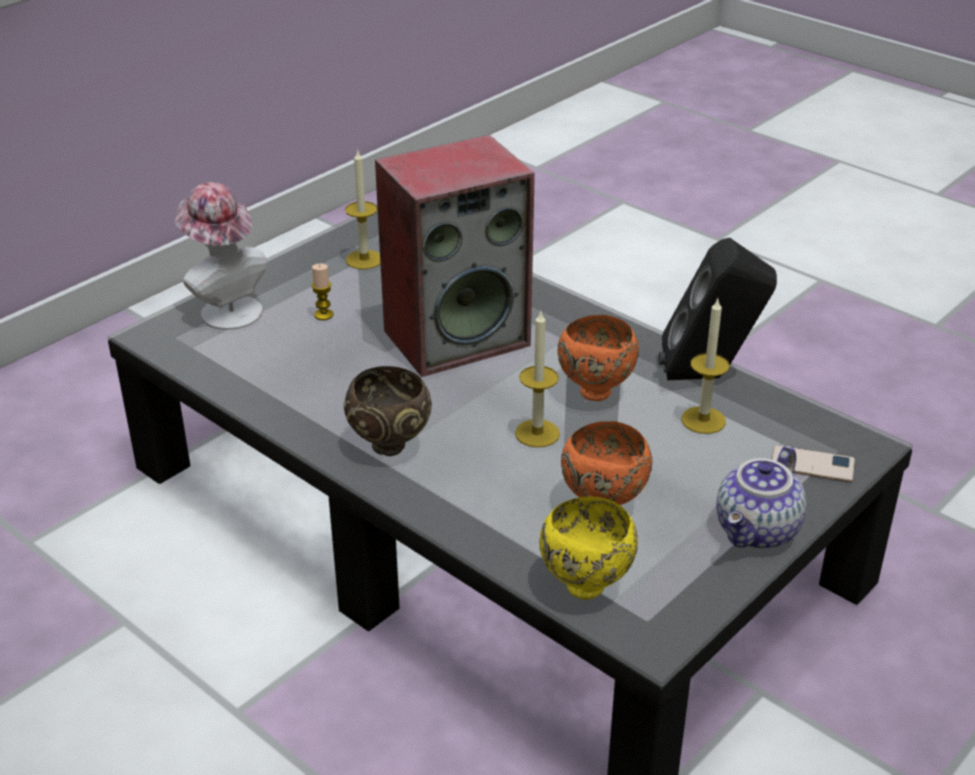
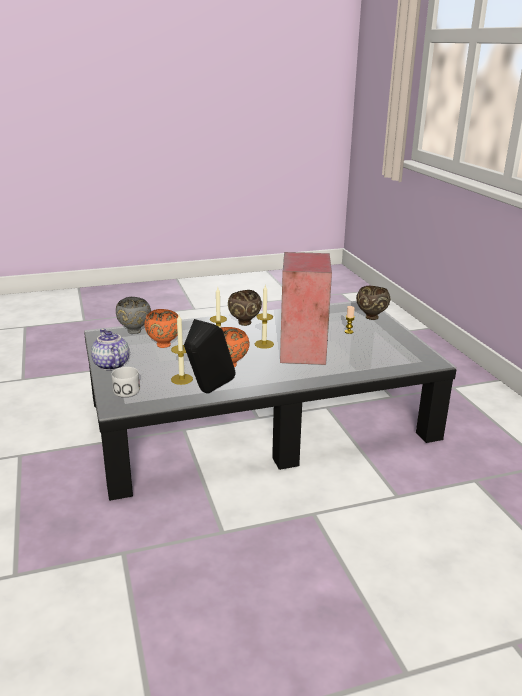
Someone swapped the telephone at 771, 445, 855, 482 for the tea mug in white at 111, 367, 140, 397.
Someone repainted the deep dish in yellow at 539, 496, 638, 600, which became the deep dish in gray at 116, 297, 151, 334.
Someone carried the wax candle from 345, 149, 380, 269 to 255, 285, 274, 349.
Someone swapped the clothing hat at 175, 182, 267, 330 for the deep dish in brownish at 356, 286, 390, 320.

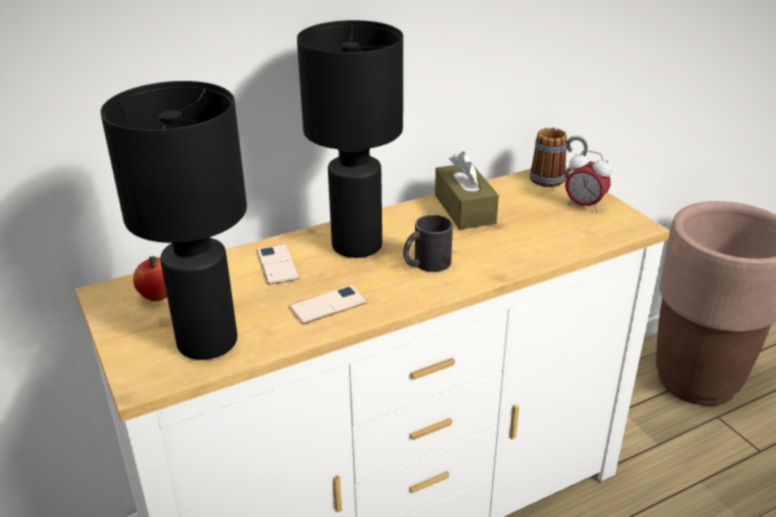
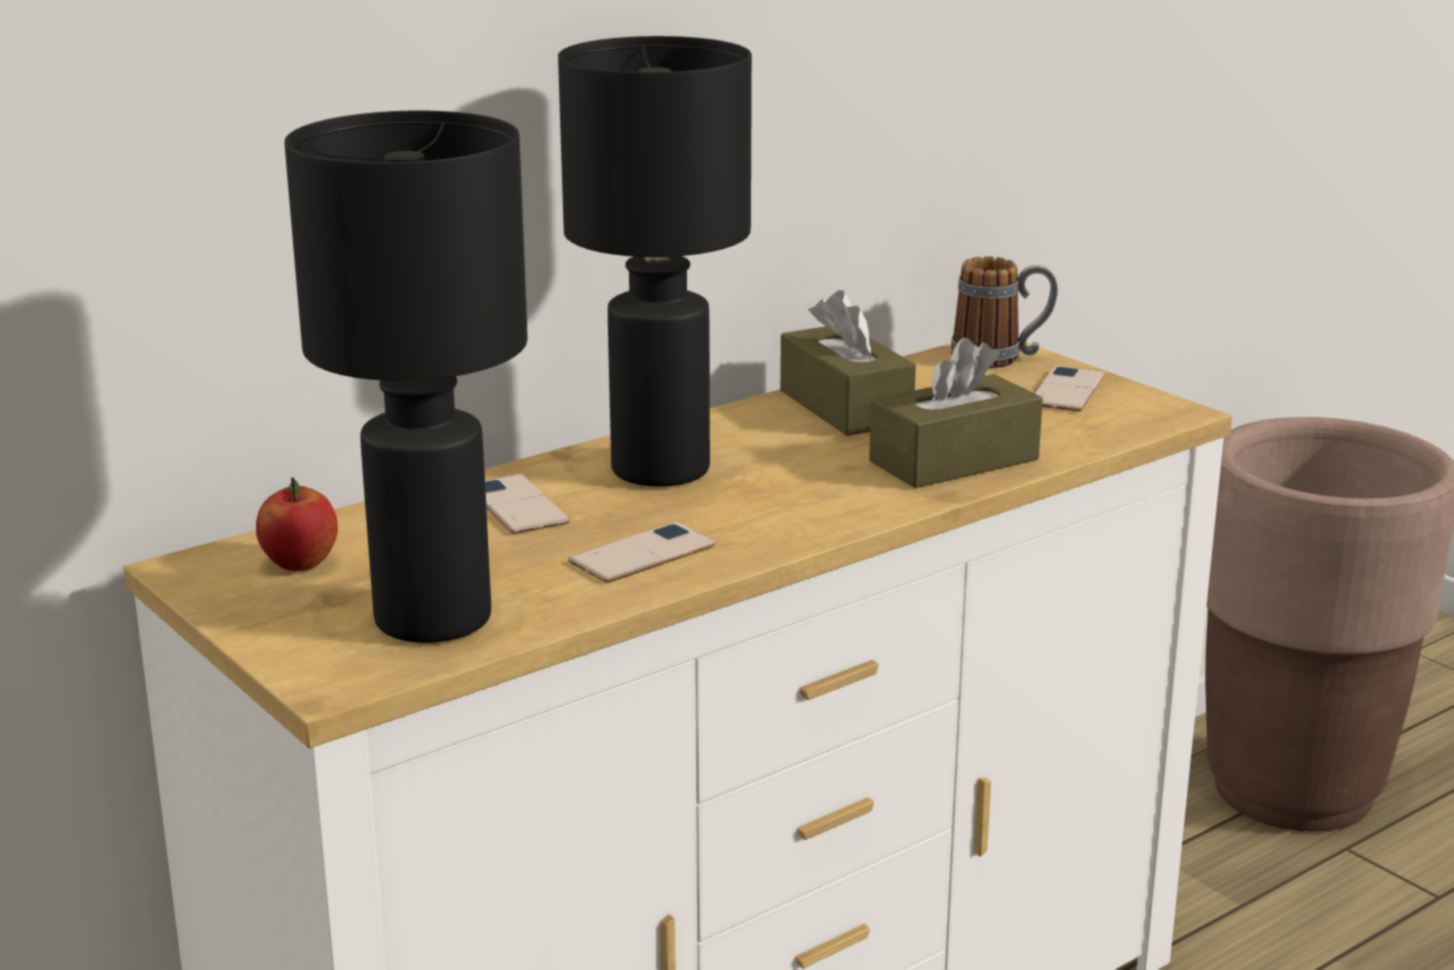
Someone put down the tissue holder in brownish at 869, 338, 1043, 488.
Someone swapped the table clock at 565, 150, 612, 212 for the telephone at 1034, 366, 1105, 411.
Someone took away the tea mug in black-coloured at 403, 214, 453, 272.

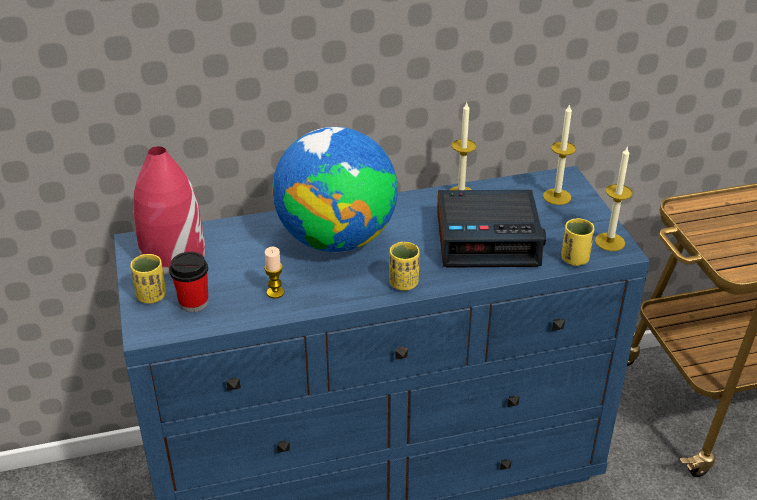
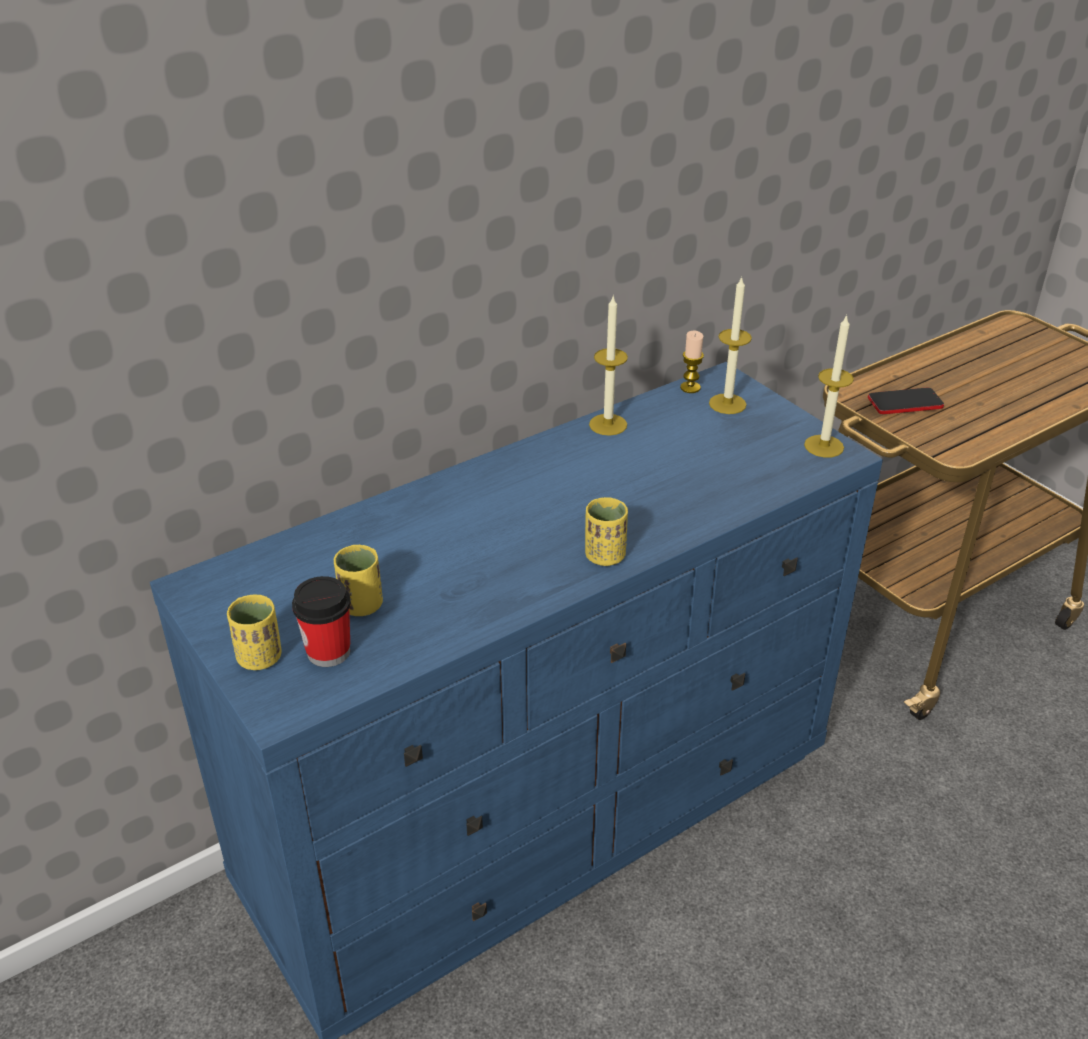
Someone carried the small cup in yellow from 561, 218, 594, 266 to 334, 545, 383, 616.
Someone carried the wax candle from 264, 247, 284, 298 to 680, 330, 704, 393.
Someone put down the telephone at 868, 388, 944, 414.
Someone took away the flower vase in reddish at 133, 146, 206, 275.
Someone took away the desk globe at 272, 127, 398, 252.
Someone took away the table clock at 437, 190, 546, 268.

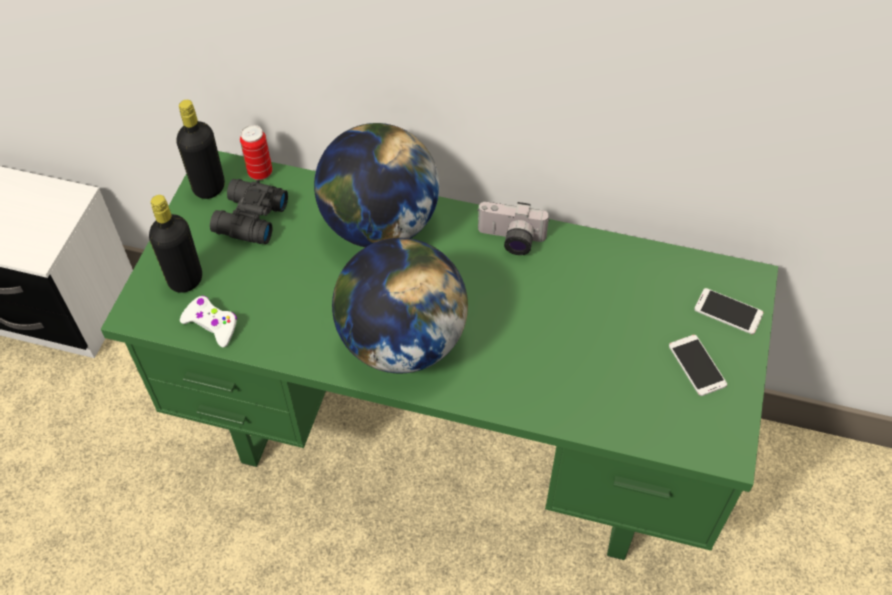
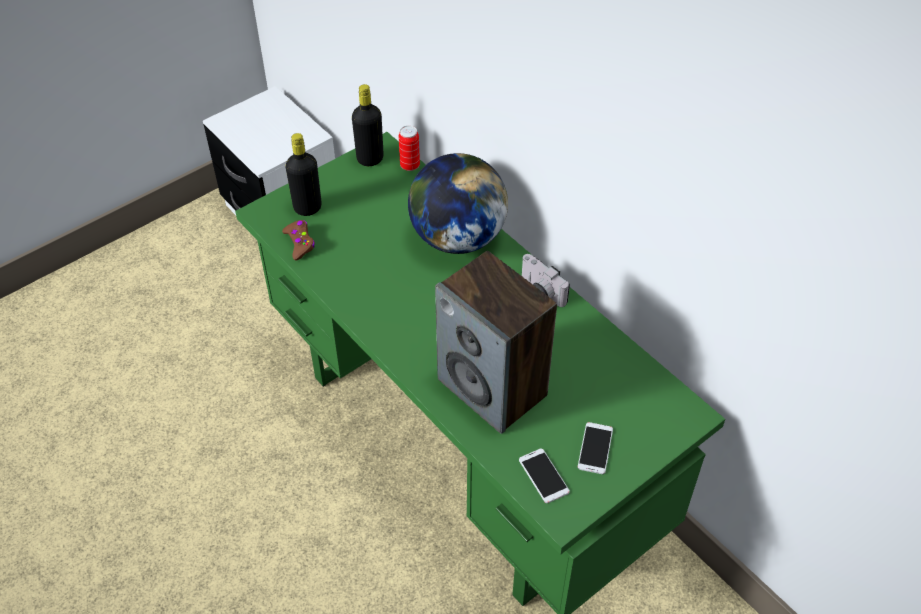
Someone repainted the gamepad in white at 180, 296, 237, 347, which became the gamepad in brownish at 282, 220, 315, 260.
Someone put down the speaker at 435, 251, 557, 434.
Someone carried the telephone from 694, 288, 763, 334 to 519, 449, 570, 503.
Someone took away the binoculars in black-coloured at 210, 179, 288, 244.
Someone took away the desk globe at 332, 238, 468, 373.

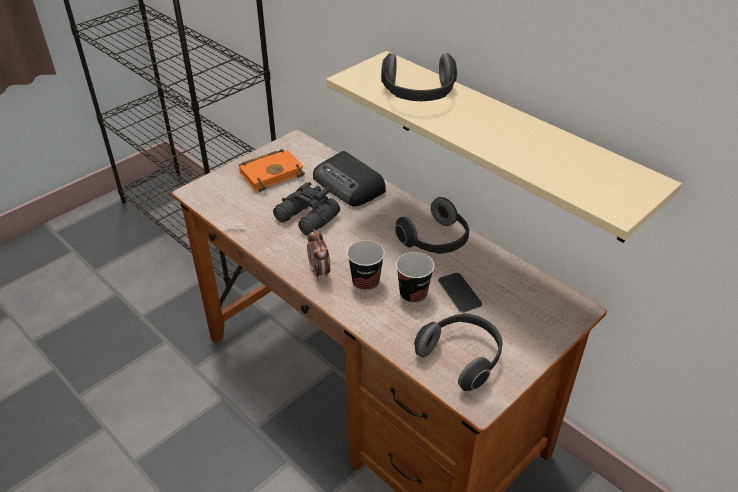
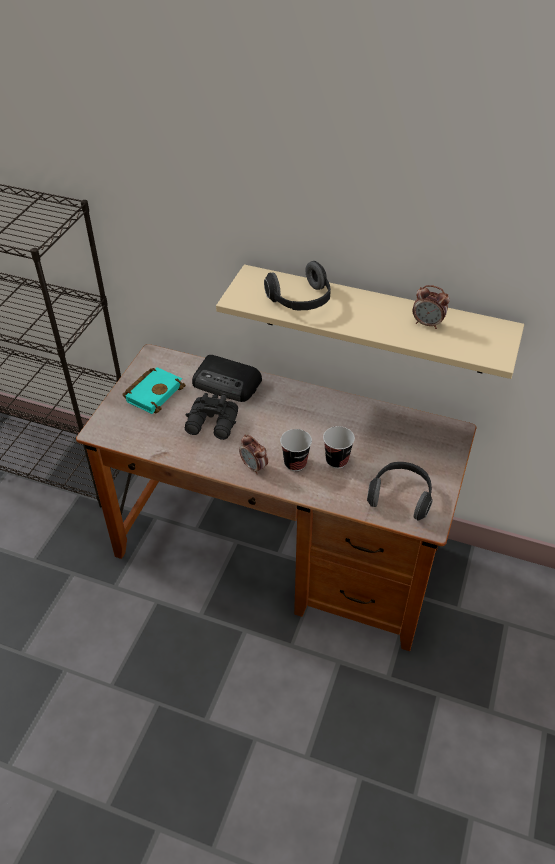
Someone repainted the book in orange at 239, 149, 305, 192, which became the book in blue-green at 122, 367, 186, 414.
Someone put down the table clock at 413, 285, 450, 329.
Someone took away the pair of headphones at 395, 197, 469, 254.
Someone took away the telephone at 438, 273, 482, 313.

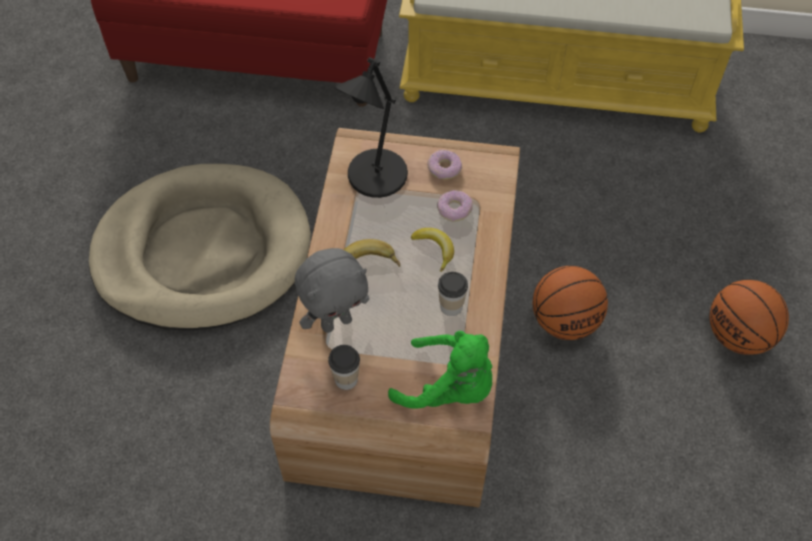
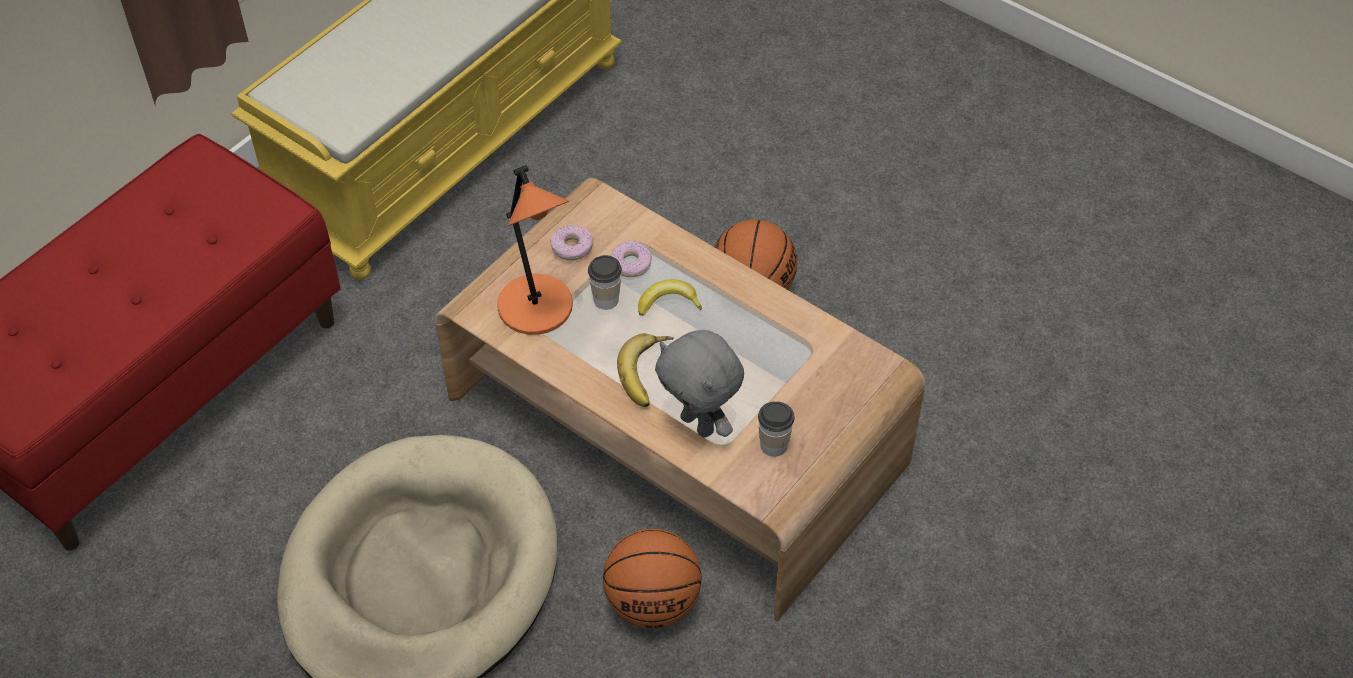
Someone repainted the table lamp in black-coloured at 334, 57, 408, 198, which became the table lamp in orange at 498, 165, 573, 335.
Someone carried the small cup from 438, 272, 468, 316 to 588, 255, 622, 310.
Someone carried the ball for basketball from 710, 280, 789, 355 to 603, 529, 701, 628.
Someone rotated the soft toy in gray at 295, 248, 370, 333 by 135 degrees clockwise.
Someone took away the soft toy in greenish at 388, 331, 492, 409.

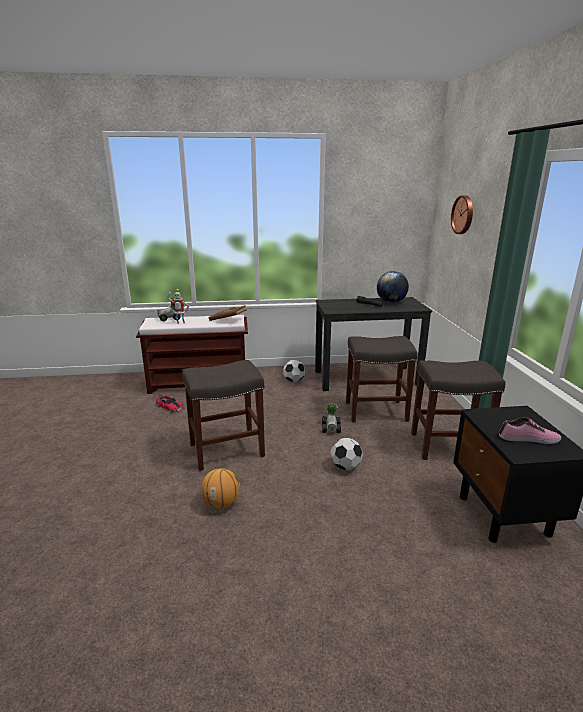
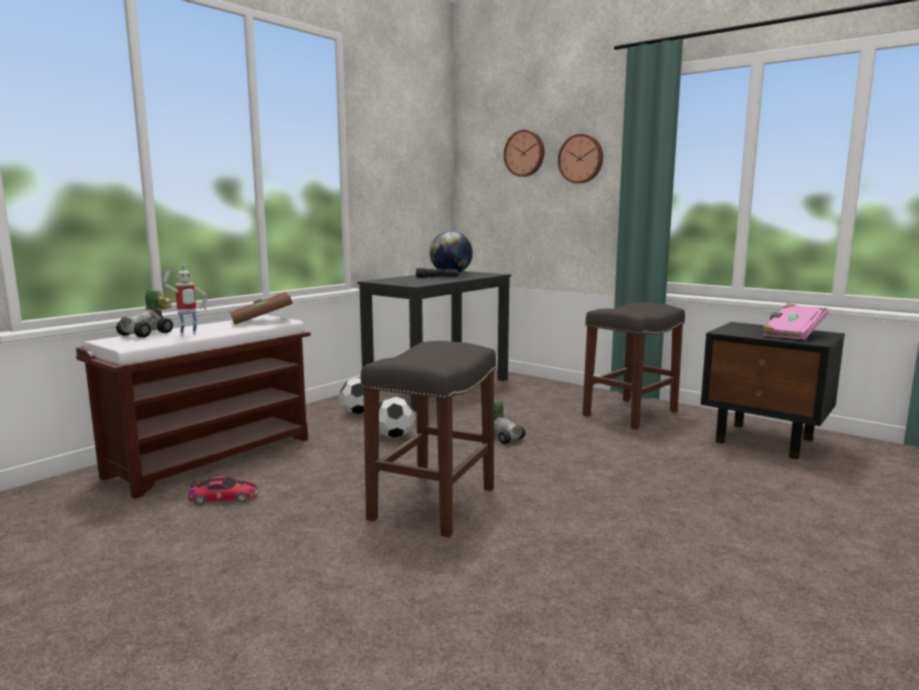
Someone carried the football ball from 330, 438, 363, 470 to 379, 397, 415, 438.
Someone put up the clock on the wall at 558, 134, 603, 184.
Someone swapped the low shoe at 499, 418, 561, 444 for the book in pink at 762, 303, 829, 340.
Someone took away the ball for basketball at 201, 468, 240, 509.
Someone took away the sitting stool in gray at 346, 336, 418, 422.

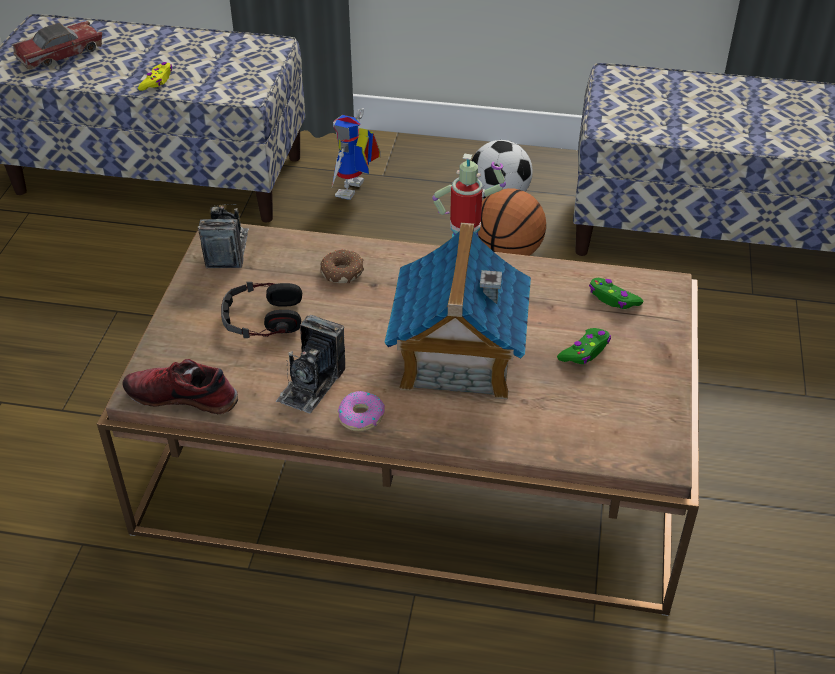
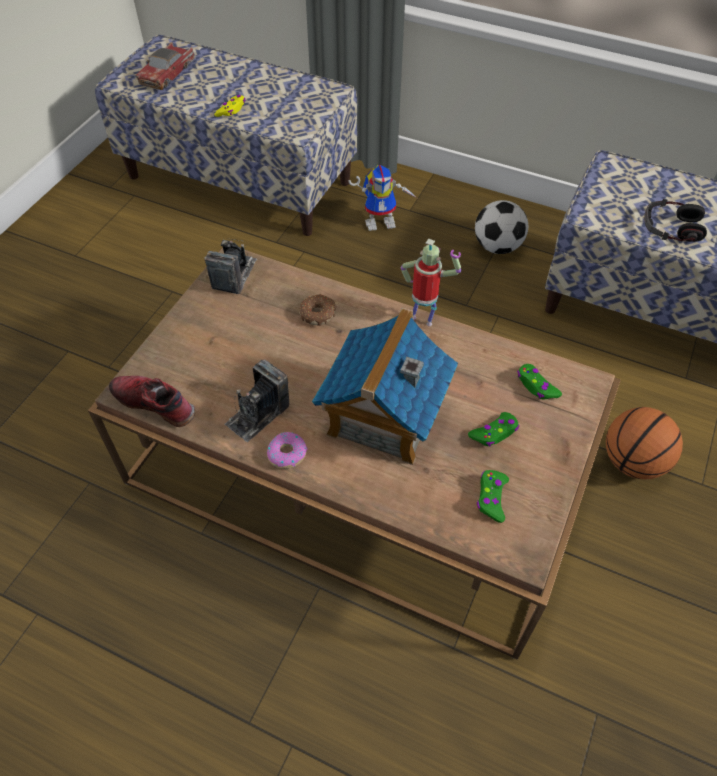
Someone rotated the toy car at 12, 21, 102, 69 by 135 degrees clockwise.
Someone rotated the model robot at 332, 108, 380, 200 by 135 degrees counterclockwise.
Someone put down the gamepad in greenish at 477, 470, 509, 523.
Someone carried the ball for basketball from 478, 188, 546, 256 to 606, 407, 683, 479.
Someone carried the pair of headphones from 221, 282, 302, 338 to 644, 199, 707, 242.

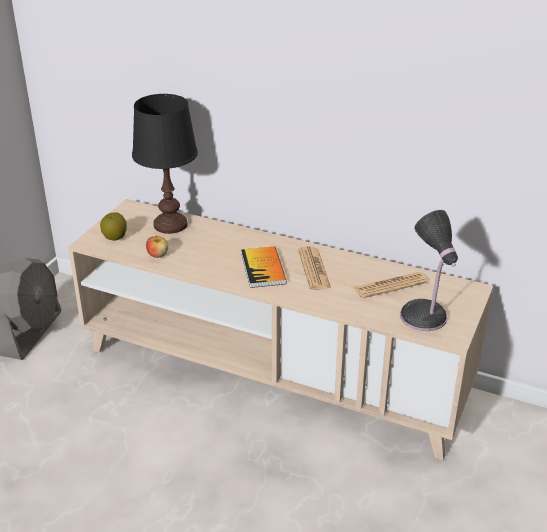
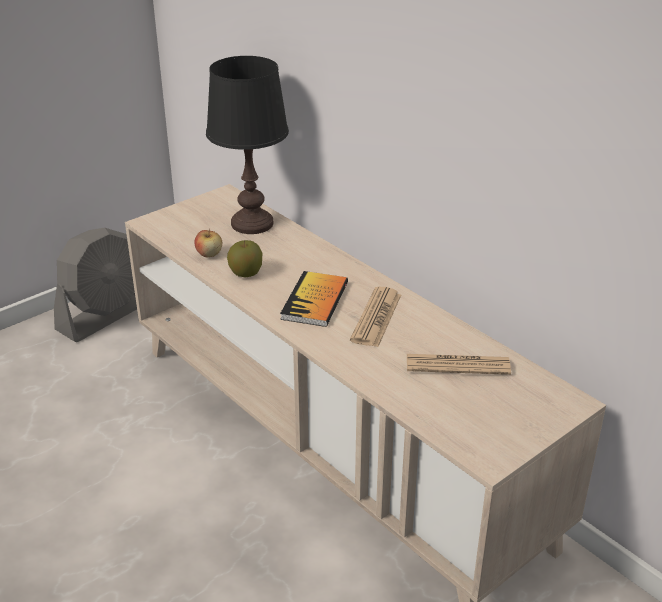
Someone carried the apple fruit from 100, 212, 127, 240 to 227, 240, 262, 277.
Someone took away the table lamp at 400, 210, 458, 331.

